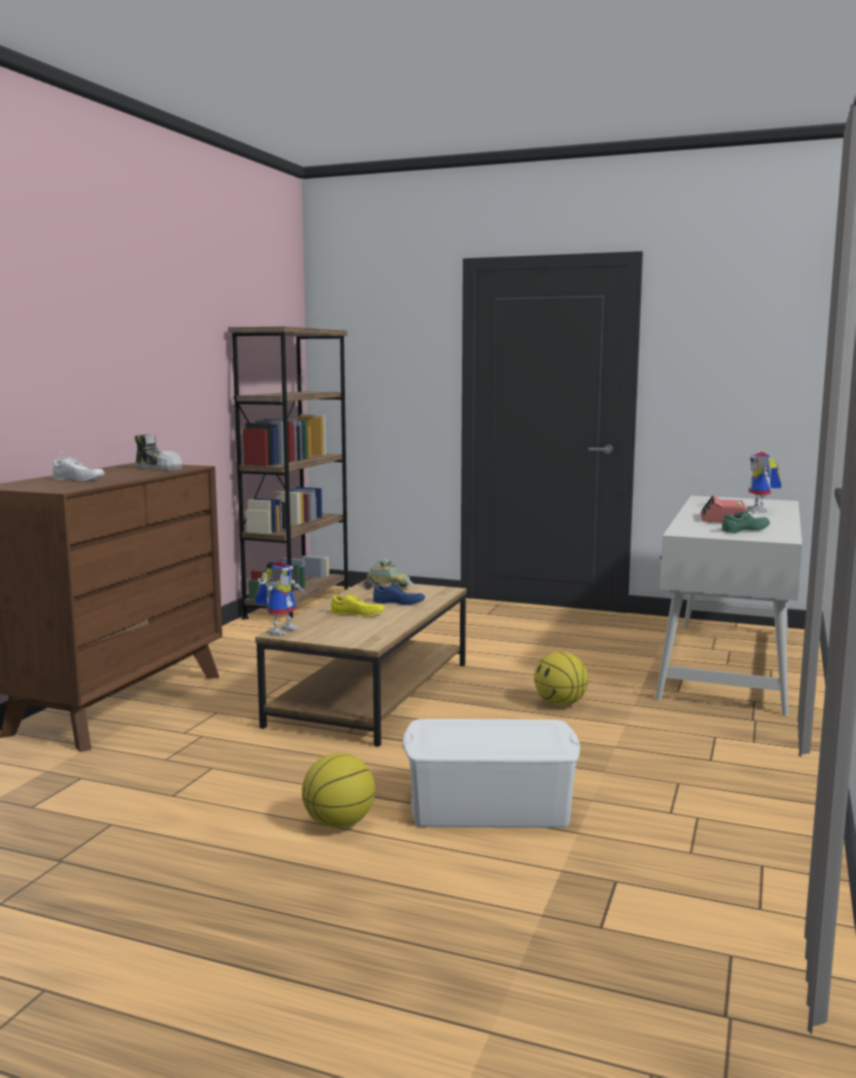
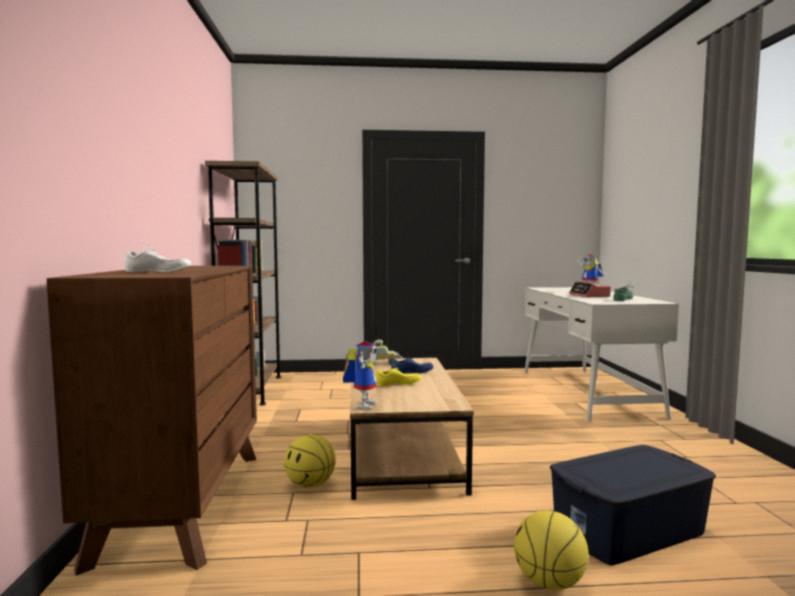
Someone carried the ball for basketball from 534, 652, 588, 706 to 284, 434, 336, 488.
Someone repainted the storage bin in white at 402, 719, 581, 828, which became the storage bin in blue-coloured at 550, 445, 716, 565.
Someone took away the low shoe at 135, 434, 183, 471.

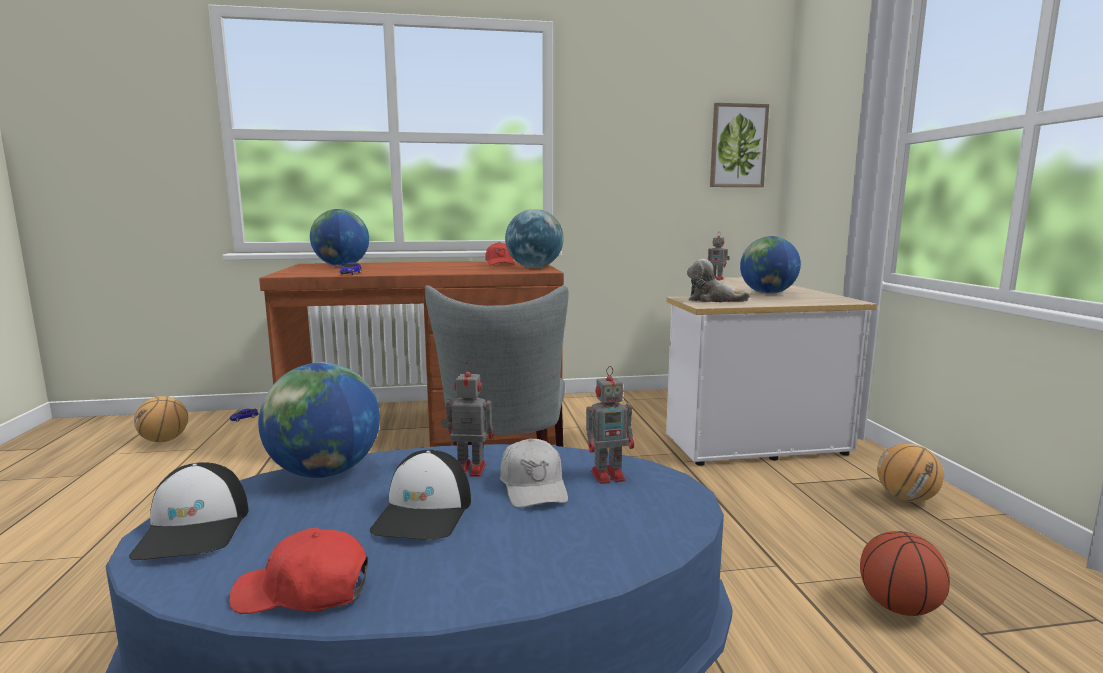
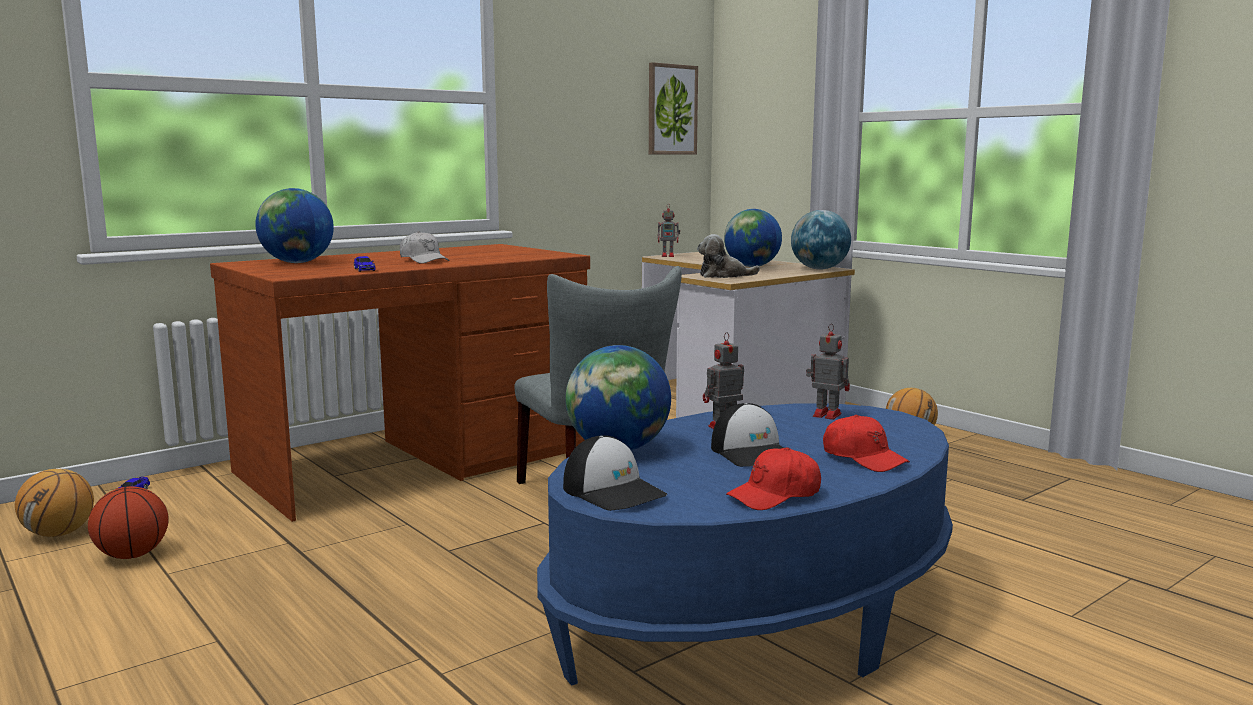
Someone carried the ball for basketball from 860, 531, 950, 616 to 88, 486, 169, 559.
Someone carried the baseball cap in white from 500, 438, 568, 508 to 400, 231, 450, 264.
Someone carried the desk globe from 505, 209, 564, 268 to 791, 210, 851, 270.
Someone rotated the model robot at 586, 366, 634, 484 by 105 degrees counterclockwise.
Someone carried the baseball cap in reddish from 485, 242, 515, 265 to 823, 415, 910, 472.

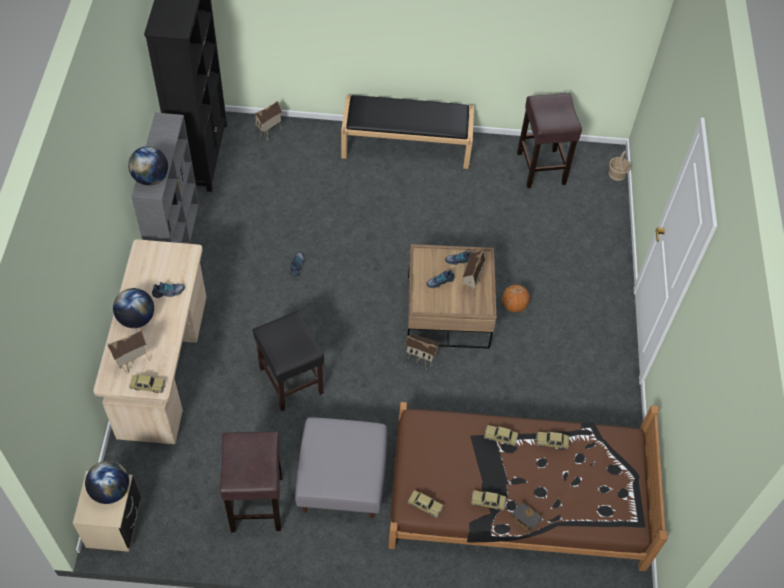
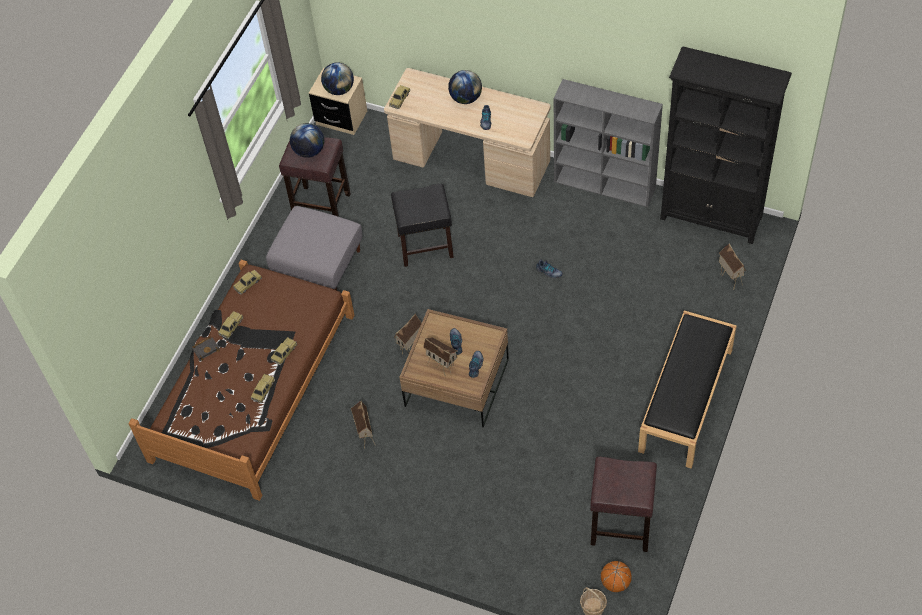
Someone carried the desk globe from 128, 146, 168, 185 to 290, 123, 324, 158.
Someone carried the toy house from 107, 330, 150, 374 to 351, 401, 375, 449.
Someone carried the ball for basketball from 502, 284, 530, 312 to 601, 561, 632, 592.

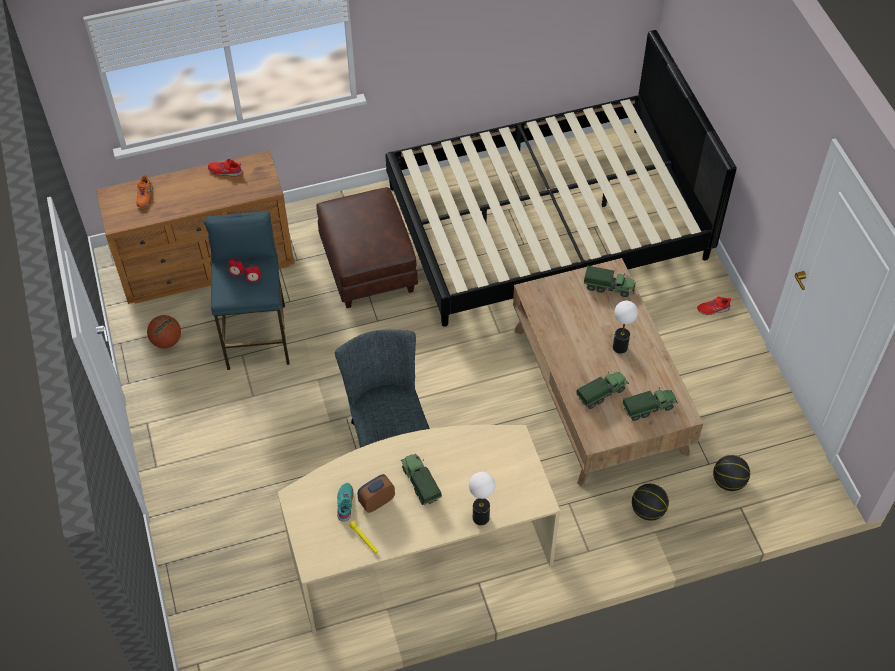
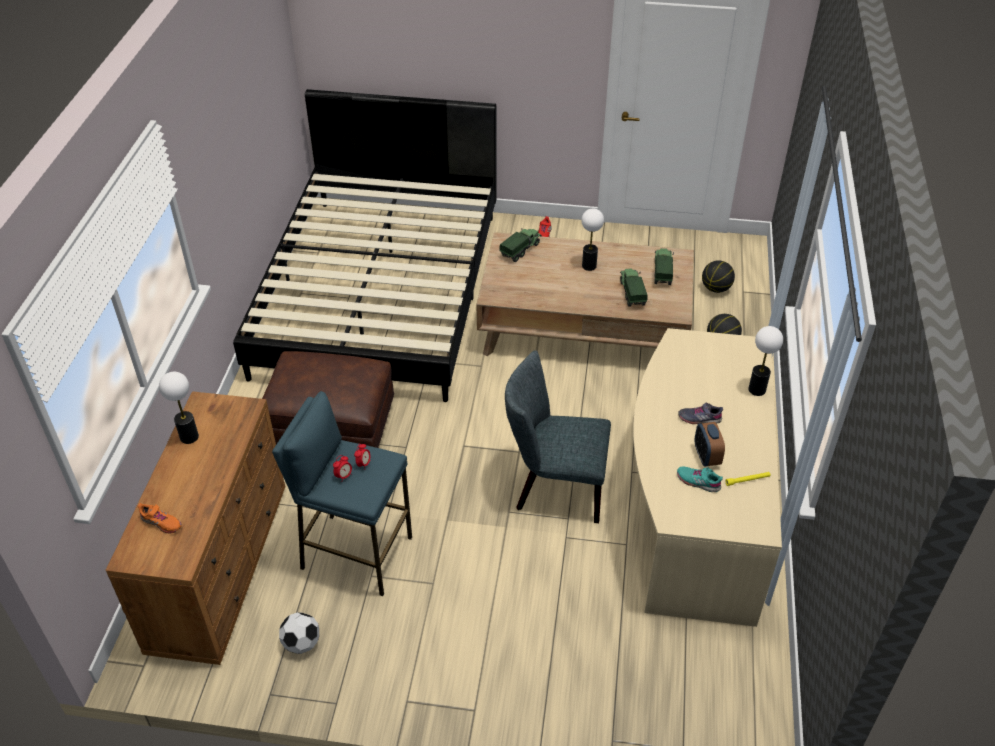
Someone swapped the low shoe in reddish at 208, 159, 242, 177 for the table lamp at 159, 372, 199, 444.
Someone swapped the ball for basketball at 147, 315, 181, 348 for the football ball at 279, 612, 319, 654.
Someone swapped the toy lorry at 401, 454, 442, 505 for the low shoe in gray at 678, 402, 723, 424.

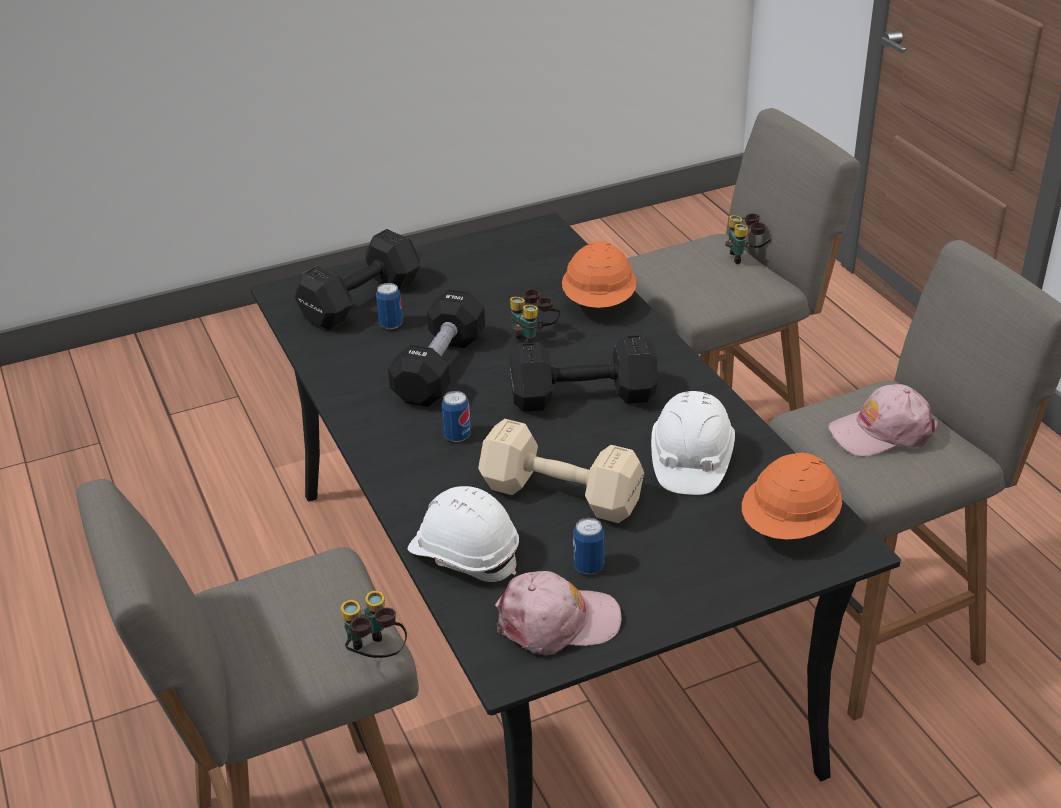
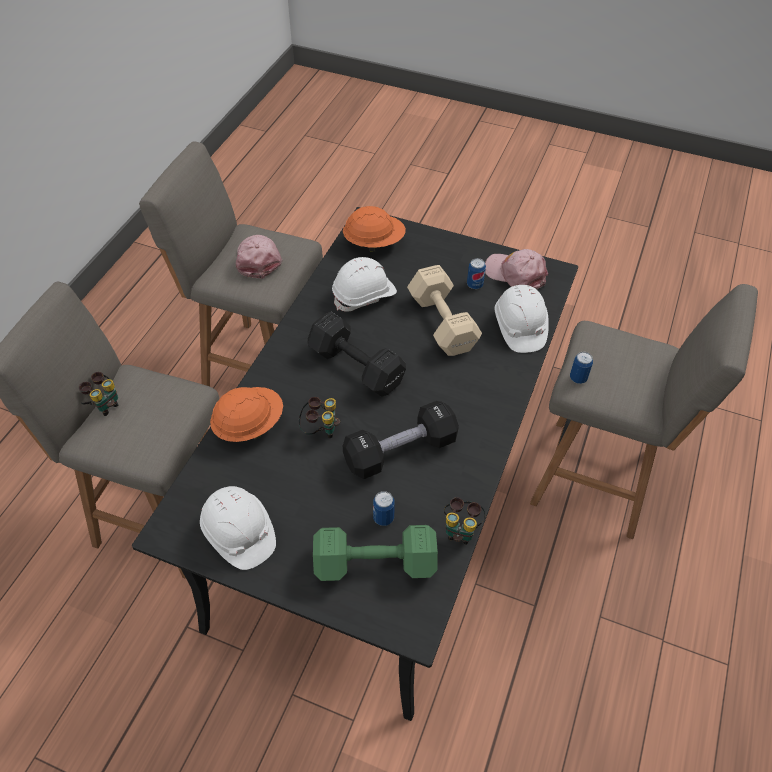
Someone put down the hard hat in white at 200, 486, 276, 570.
Someone rotated the baseball cap in pink at 828, 384, 938, 457 by 135 degrees counterclockwise.
Someone repainted the dumbbell in black-coloured at 295, 229, 420, 330, which became the dumbbell in greenish at 313, 525, 438, 581.
Someone carried the binoculars from 341, 591, 407, 658 to 444, 497, 486, 544.
Someone carried the metal can from 441, 391, 471, 442 to 570, 352, 593, 384.

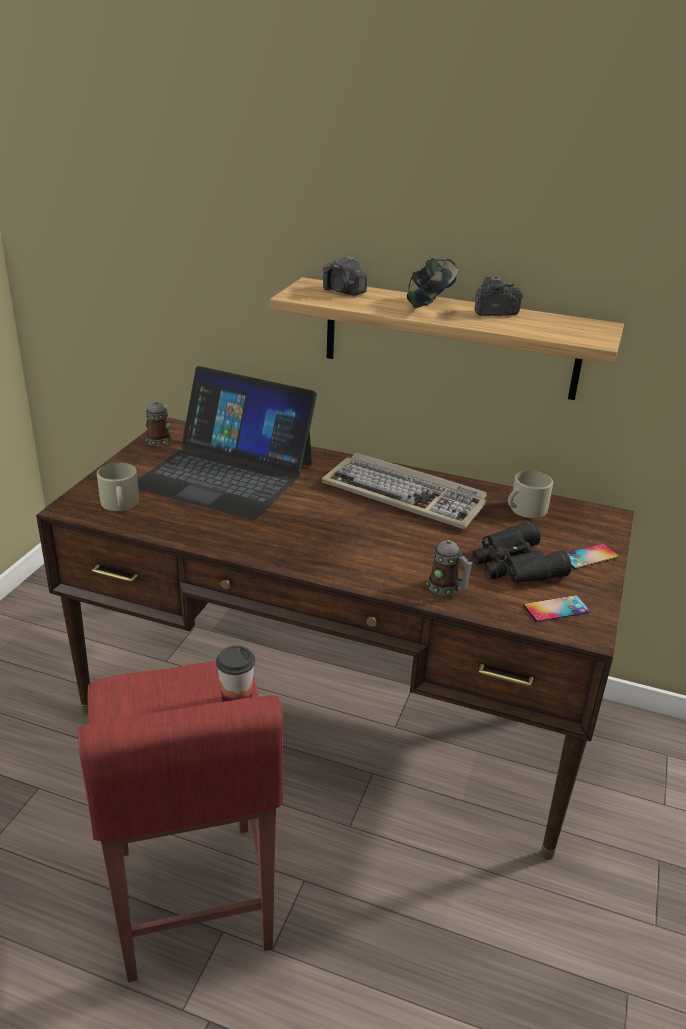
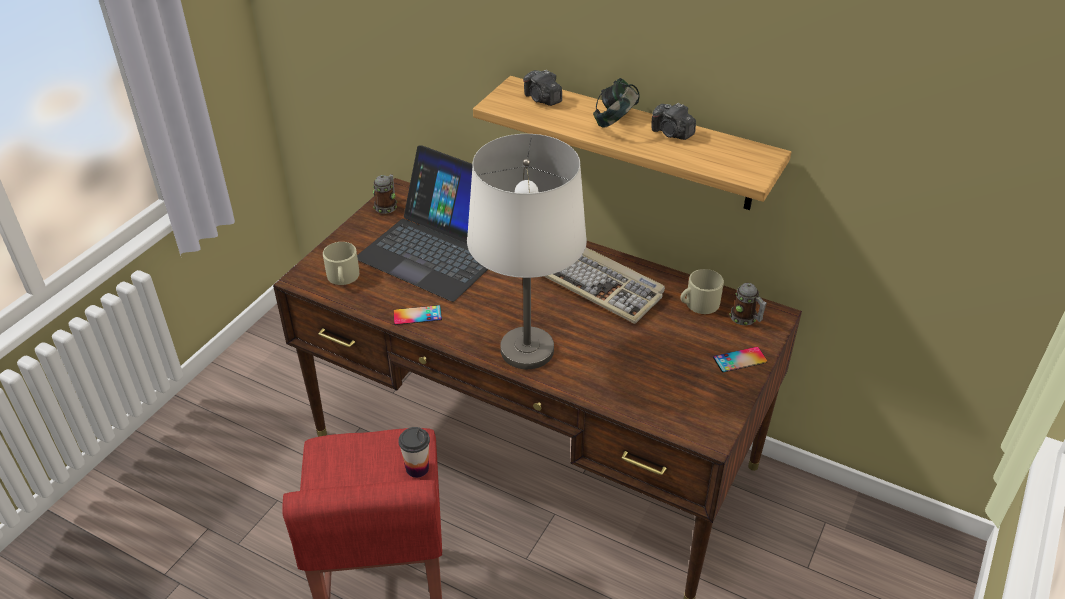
Someone carried the telephone from 523, 595, 590, 622 to 393, 305, 442, 325.
Someone put down the table lamp in white at 467, 134, 587, 369.
Someone rotated the photo camera at 474, 276, 523, 316 by 135 degrees counterclockwise.
Someone carried the tea mug from 427, 540, 473, 596 to 729, 283, 767, 326.
Someone took away the binoculars in black-coloured at 472, 521, 572, 583.

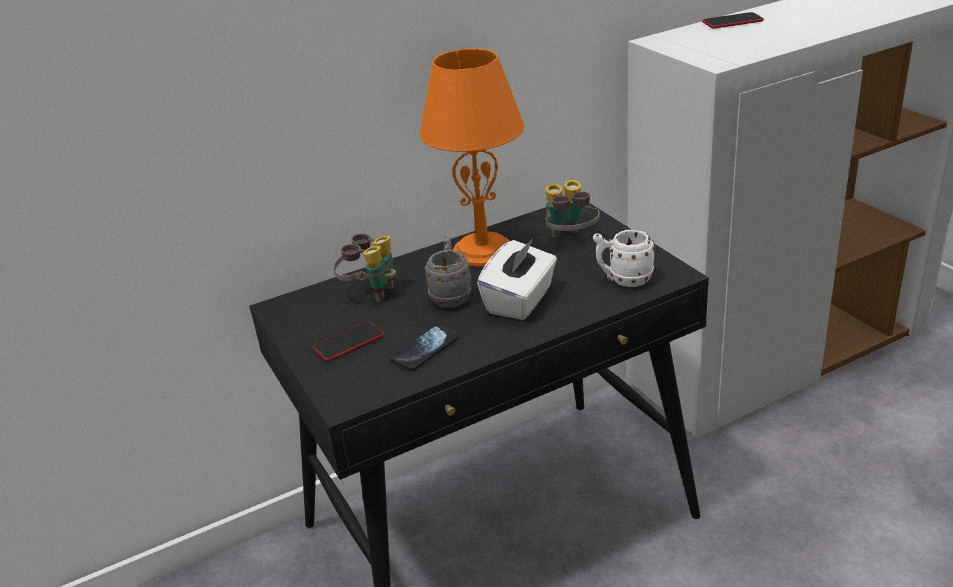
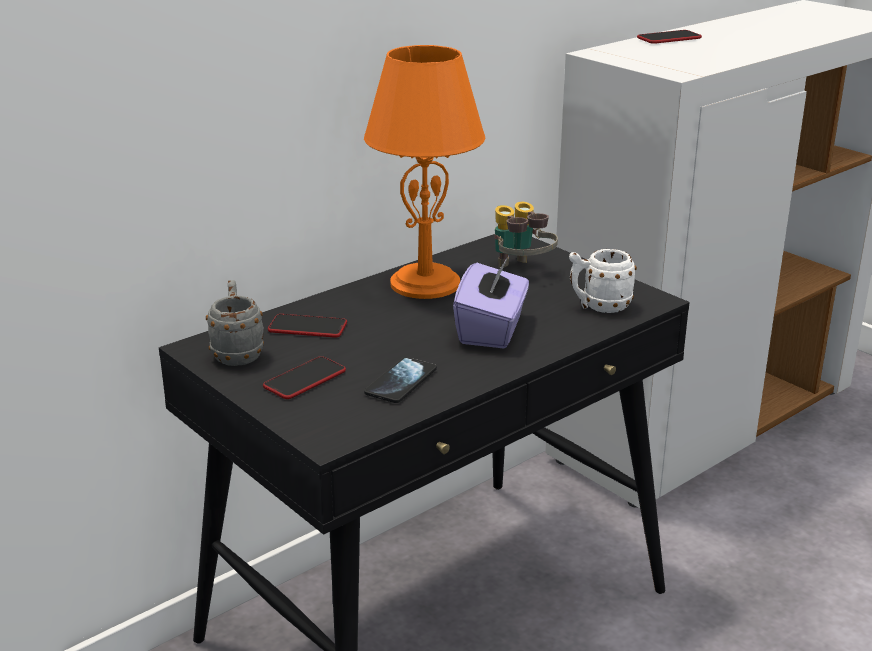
Someone carried the tea mug in gray from 424, 236, 472, 308 to 206, 280, 264, 366.
Someone swapped the binoculars at 333, 233, 396, 302 for the telephone at 268, 314, 347, 338.
Someone repainted the tissue holder in white at 477, 238, 557, 320, which became the tissue holder in purple at 453, 256, 529, 348.

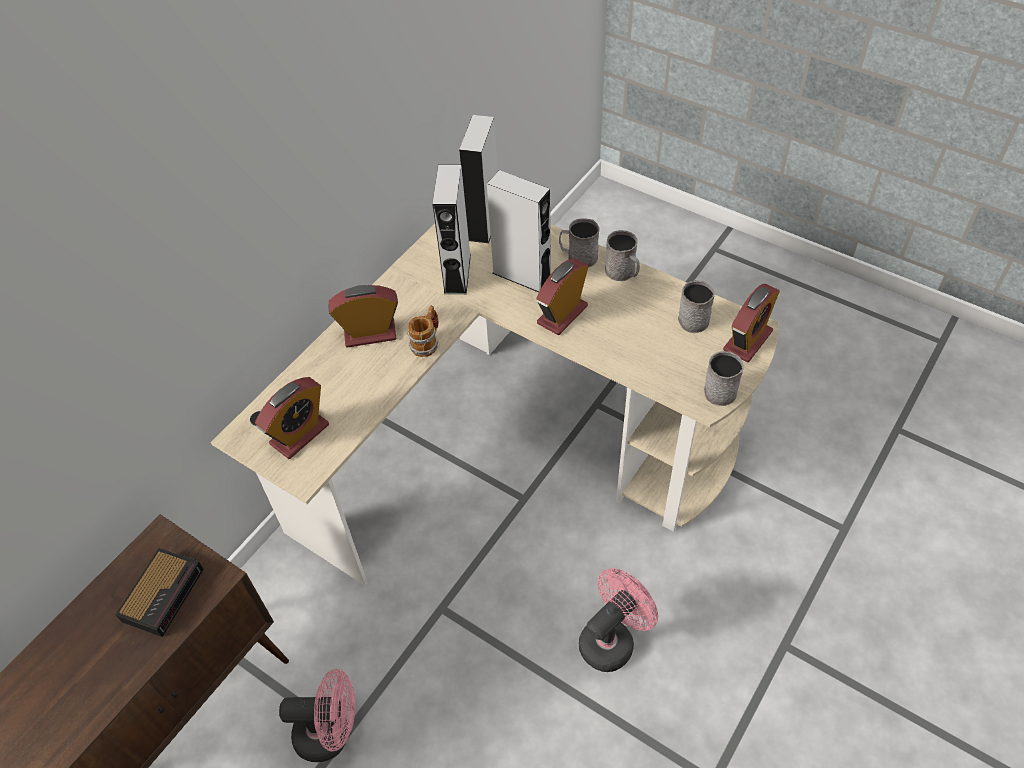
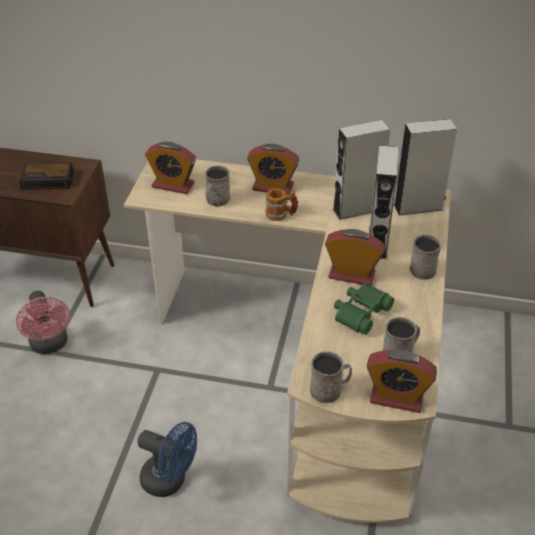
Someone repainted the electric fan in pink at 579, 568, 658, 672, which became the electric fan in blue-coloured at 137, 422, 197, 497.
Someone carried the tea mug in gray from 605, 230, 640, 281 to 205, 166, 231, 206.
Someone rotated the table clock at 328, 285, 398, 348 by 135 degrees clockwise.
Someone put down the binoculars in greenish at 334, 283, 394, 335.

